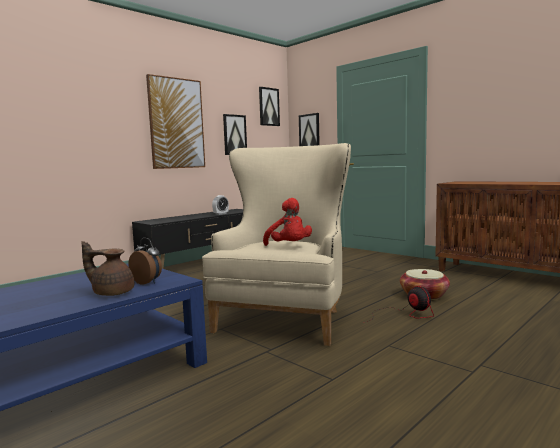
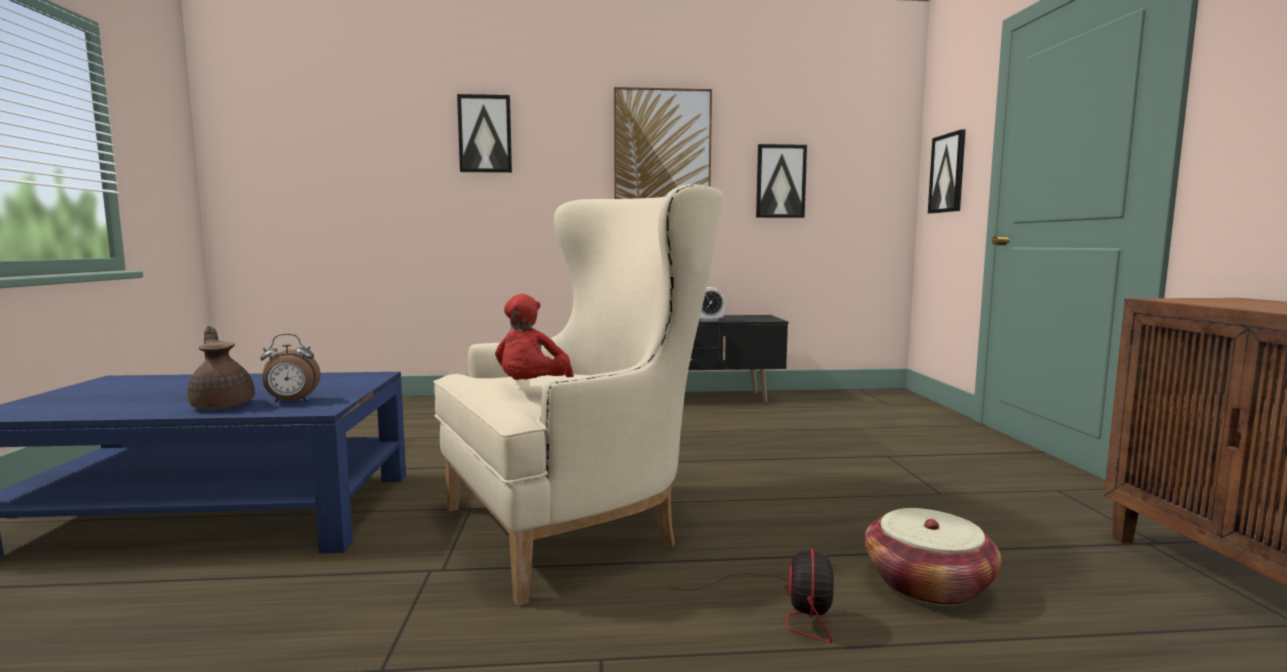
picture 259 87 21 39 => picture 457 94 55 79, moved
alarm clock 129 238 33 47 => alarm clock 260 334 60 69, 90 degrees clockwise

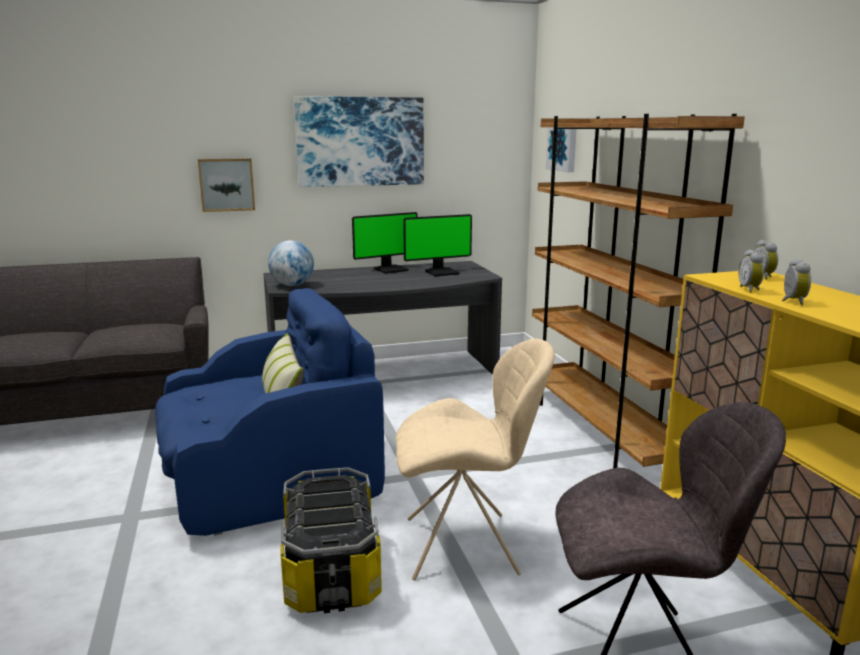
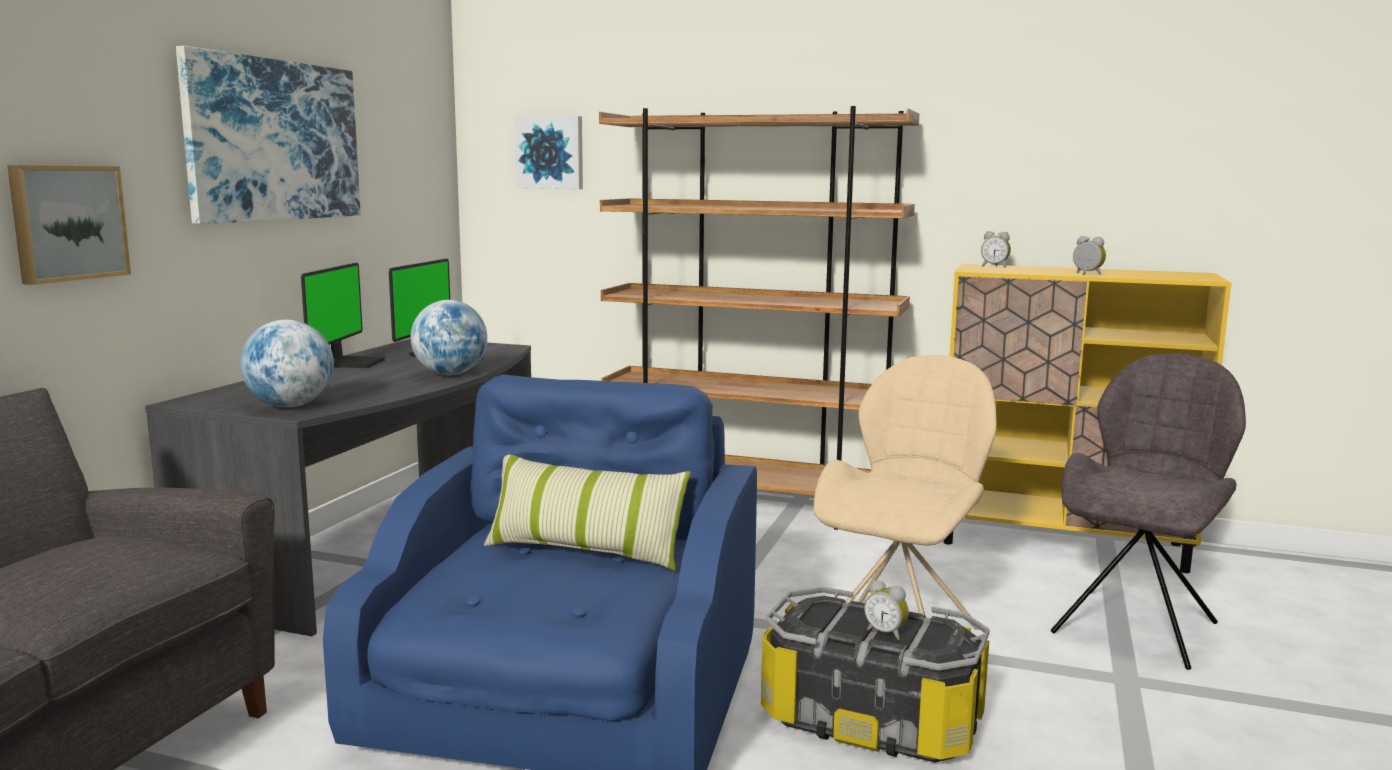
alarm clock 739 250 25 43 => alarm clock 864 580 45 60, moved
nothing => globe 411 300 76 75

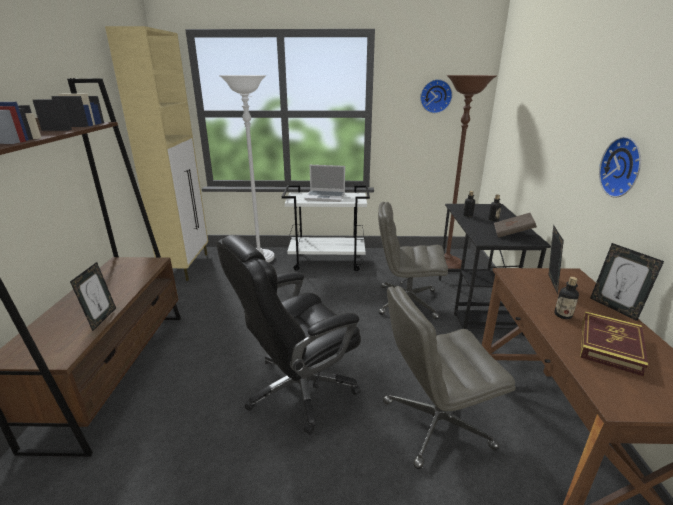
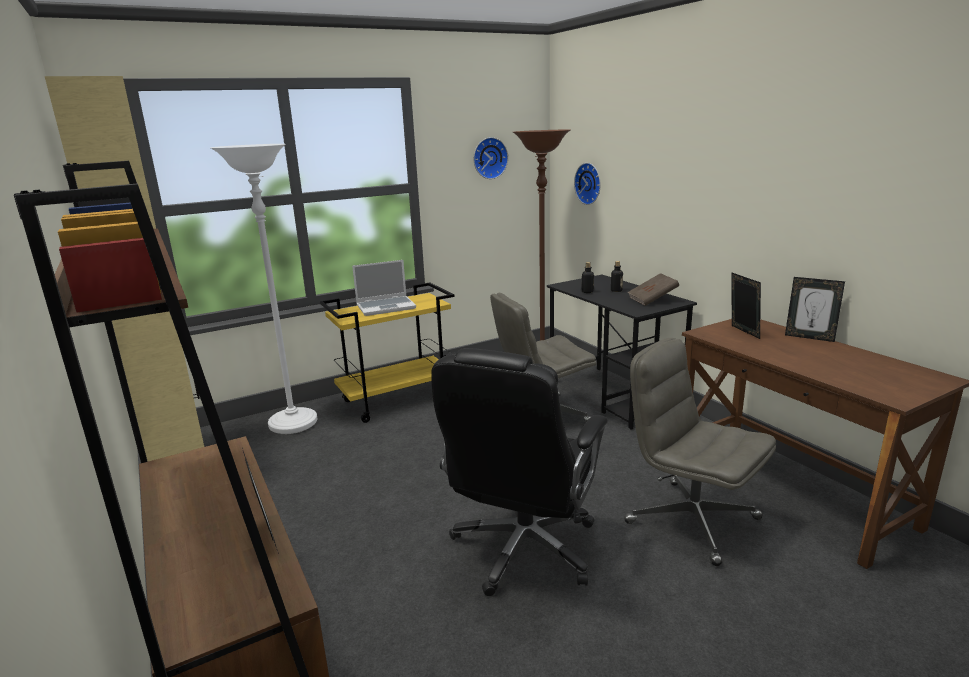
wall clock 599 137 42 61 => wall clock 574 163 27 42, moved
white cart 282 185 88 86 => yellow cart 320 282 135 141
bottle 554 277 25 42 => nothing
grey office chair 383 286 132 183 => grey office chair 624 338 152 228, 90 degrees clockwise
book 580 312 68 64 => nothing

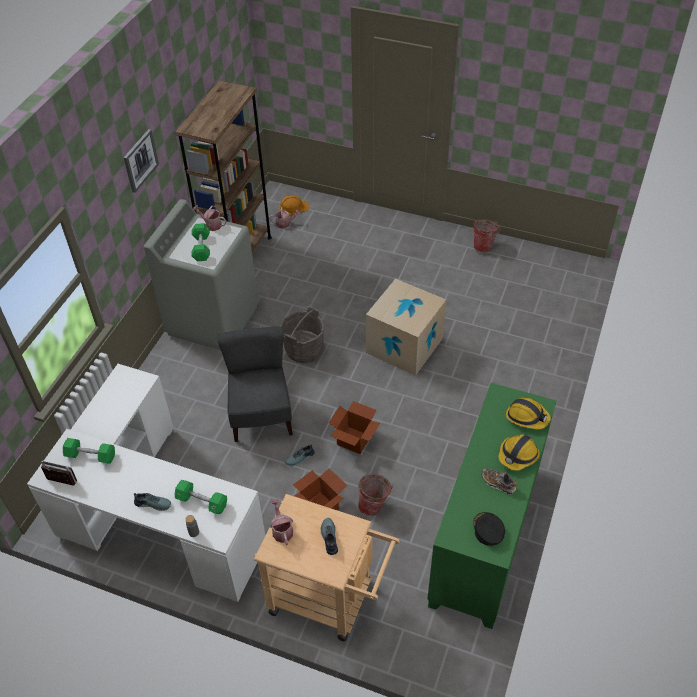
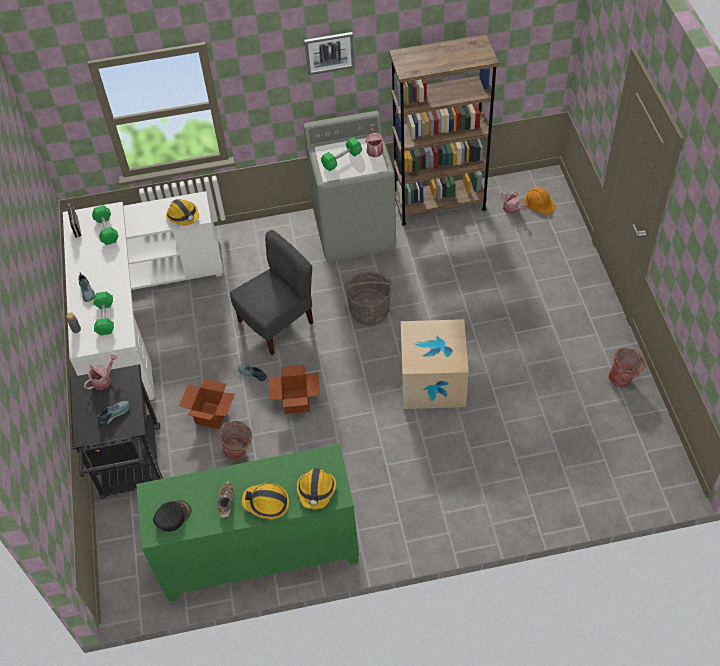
beige cart 254 494 146 147 => black cart 70 364 93 135
nothing => hard hat 166 199 33 27

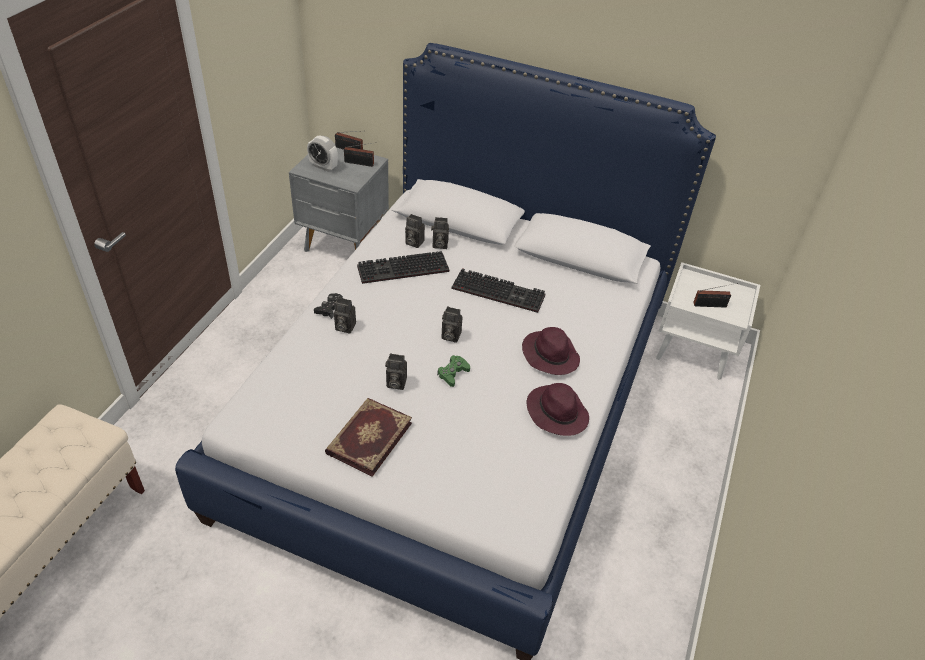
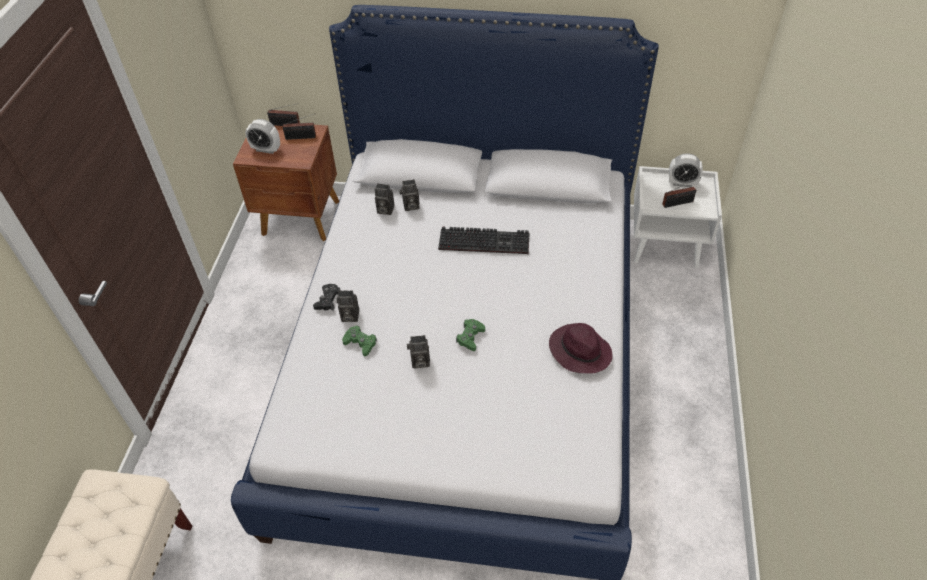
grey nightstand 289 148 100 104 => brown nightstand 233 125 106 116
keyboard 357 251 92 33 => nothing
photo camera 441 306 22 37 => nothing
purple hat 522 327 58 48 => nothing
book 325 398 87 79 => nothing
nothing => alarm clock 669 153 34 34
nothing => green game controller 342 326 35 31

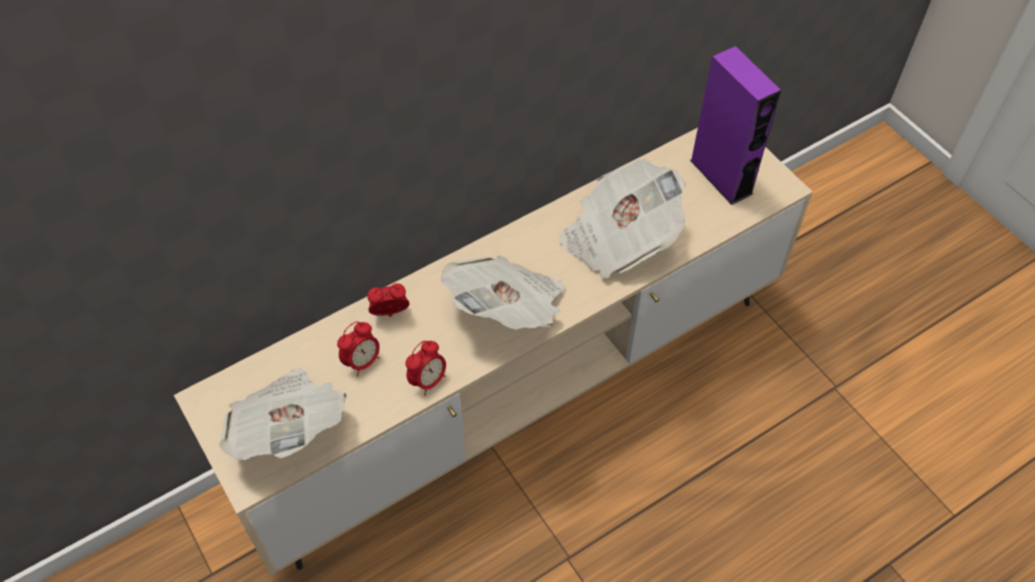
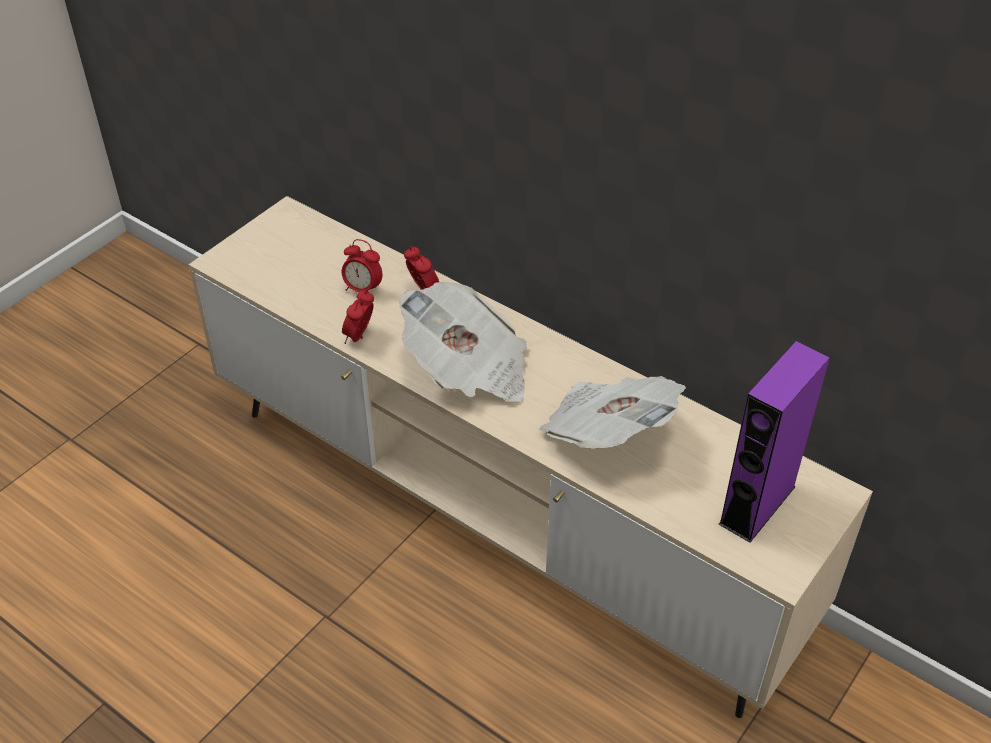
alarm clock 405 341 41 55 => alarm clock 342 290 32 54, 90 degrees clockwise
newspaper 219 368 128 92 => nothing

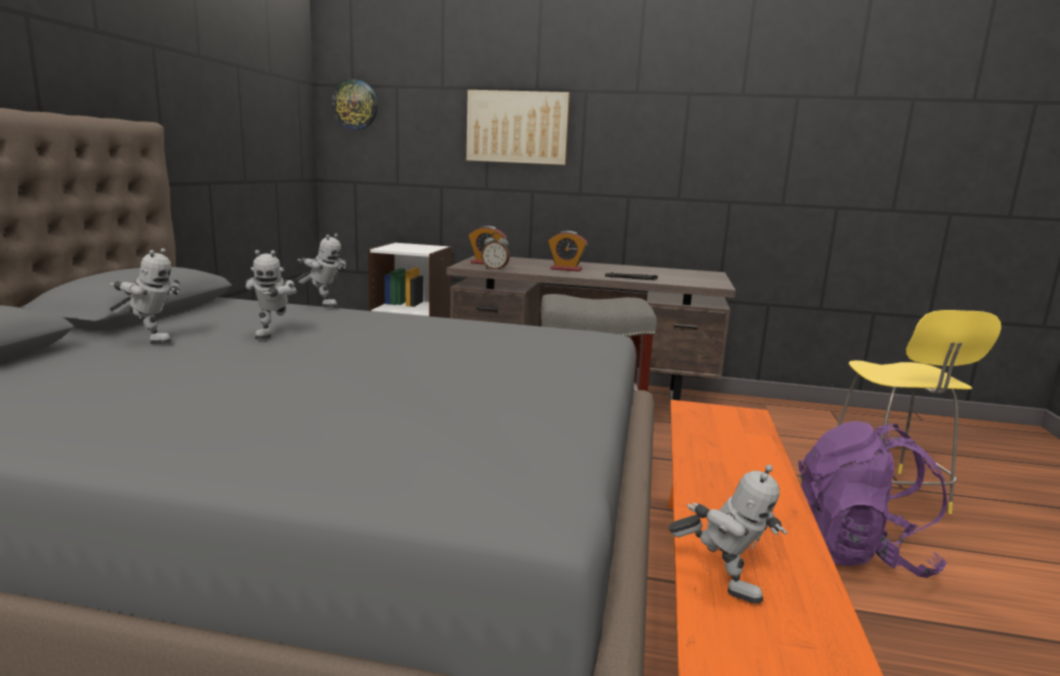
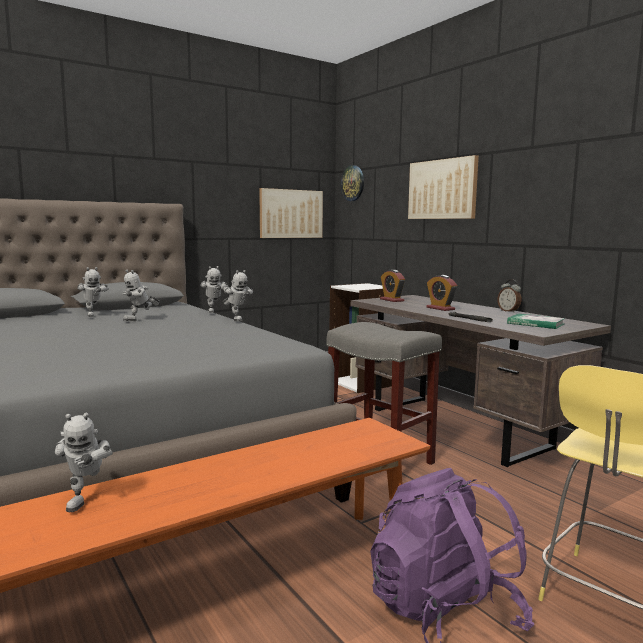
alarm clock 481 233 29 37 => alarm clock 498 279 23 34, moved
nothing => picture 259 188 64 50
nothing => toy robot 222 270 31 51
nothing => book 507 314 58 15

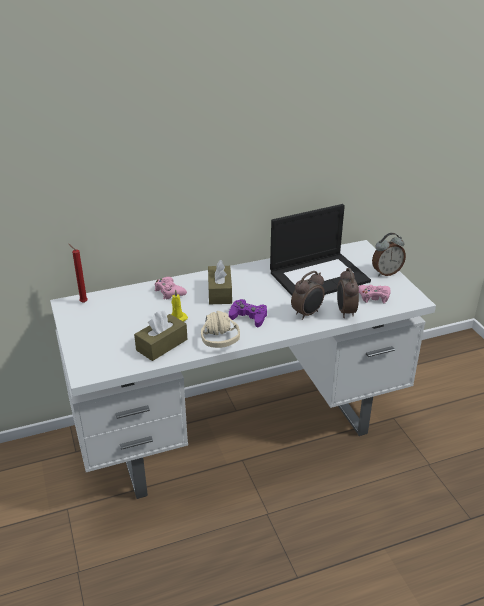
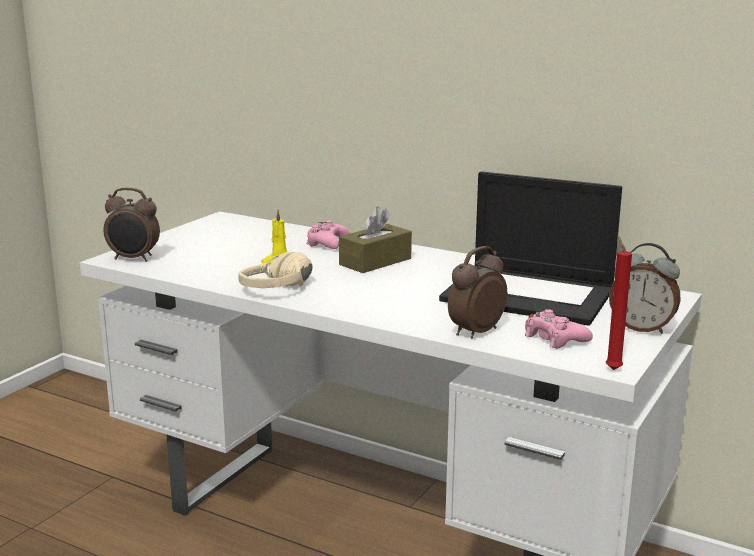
red candle 69 244 19 59 => red candle 606 235 26 135, moved
alarm clock 291 271 34 49 => alarm clock 103 188 57 74, moved
purple game controller 229 299 38 28 => nothing
brown tissue box 134 311 53 50 => nothing

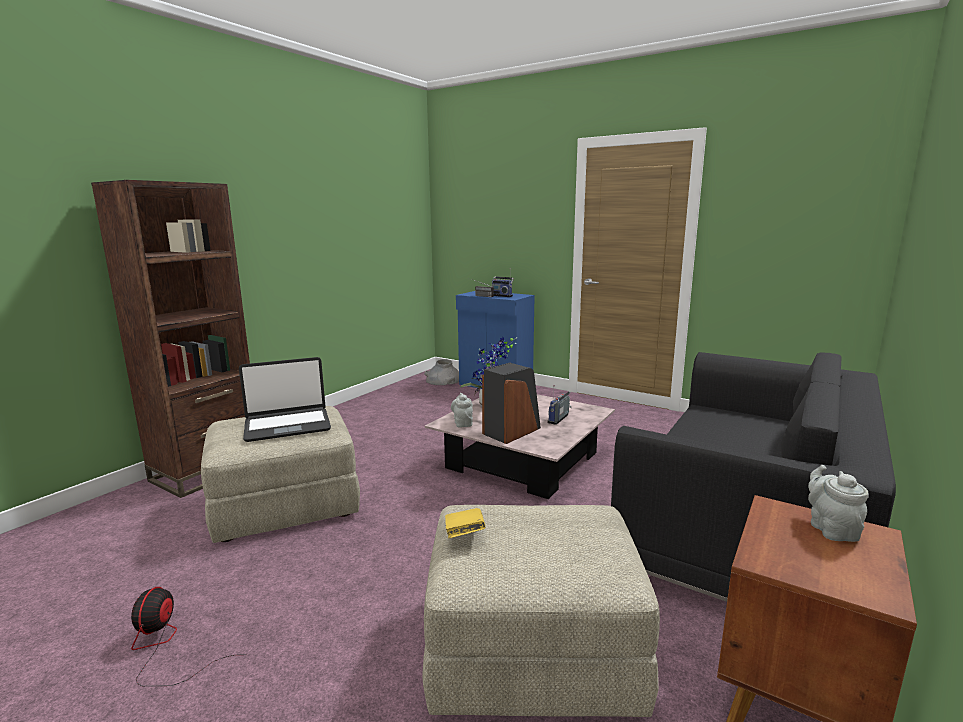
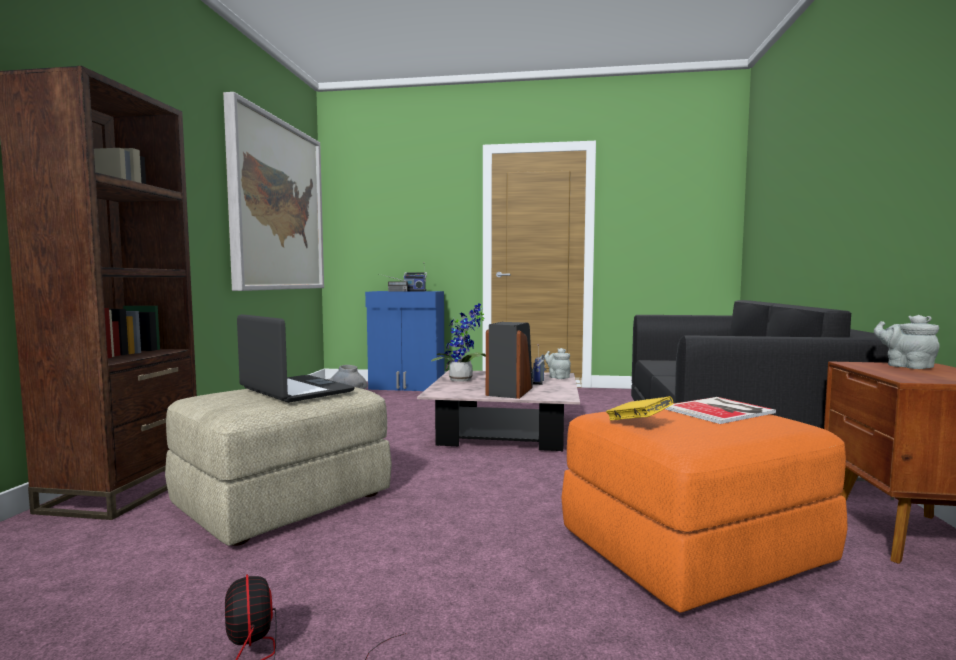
laptop 239 357 92 85 => laptop 237 314 118 89, 90 degrees counterclockwise
grey teapot 451 393 22 34 => grey teapot 545 348 26 31, moved
beige ottoman 422 505 238 212 => orange ottoman 561 402 287 211
nothing => picture 223 92 101 199
nothing => book 666 397 110 27

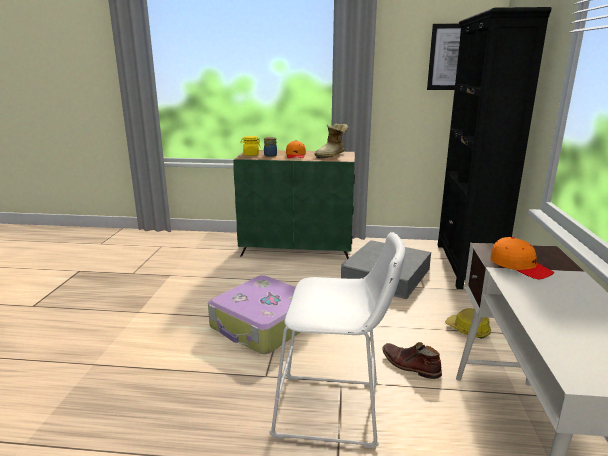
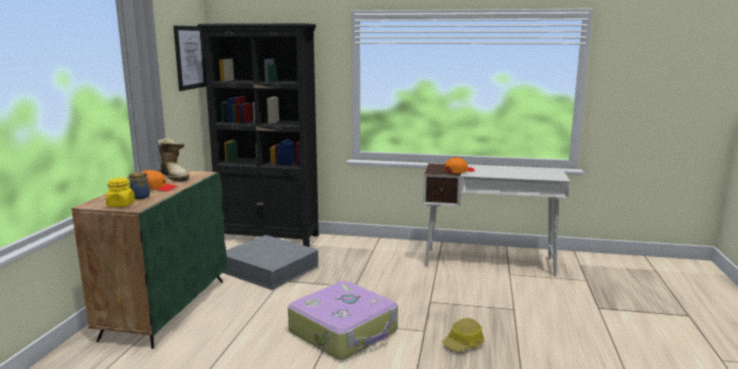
white stool 270 232 136 217 => nothing
hard hat 445 308 46 31 => hard hat 443 318 41 33, moved
brown boot 382 342 60 37 => nothing

